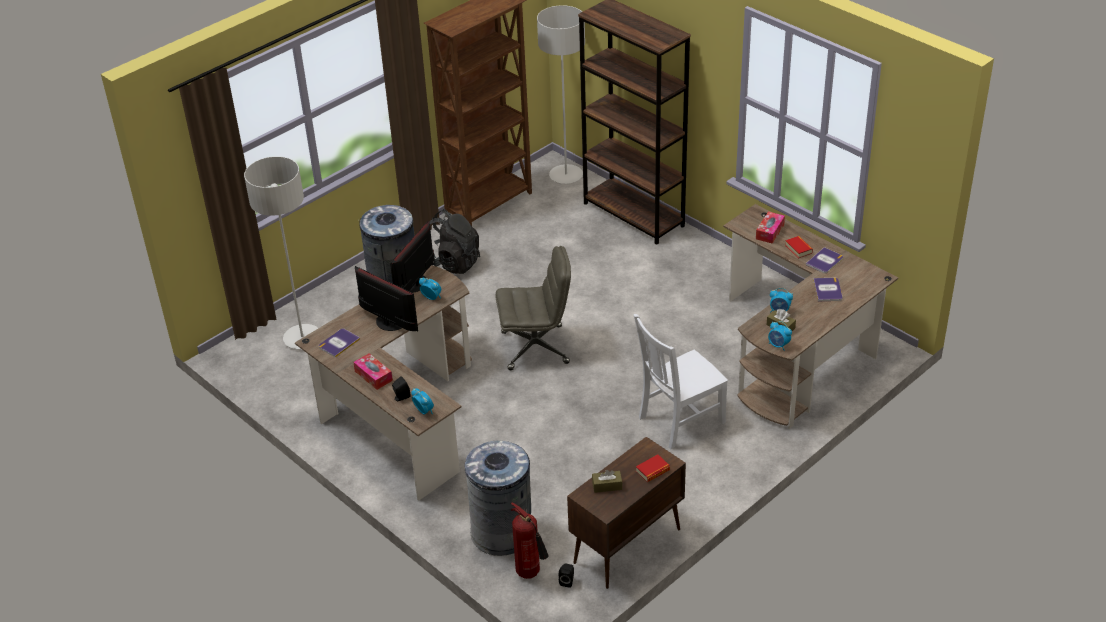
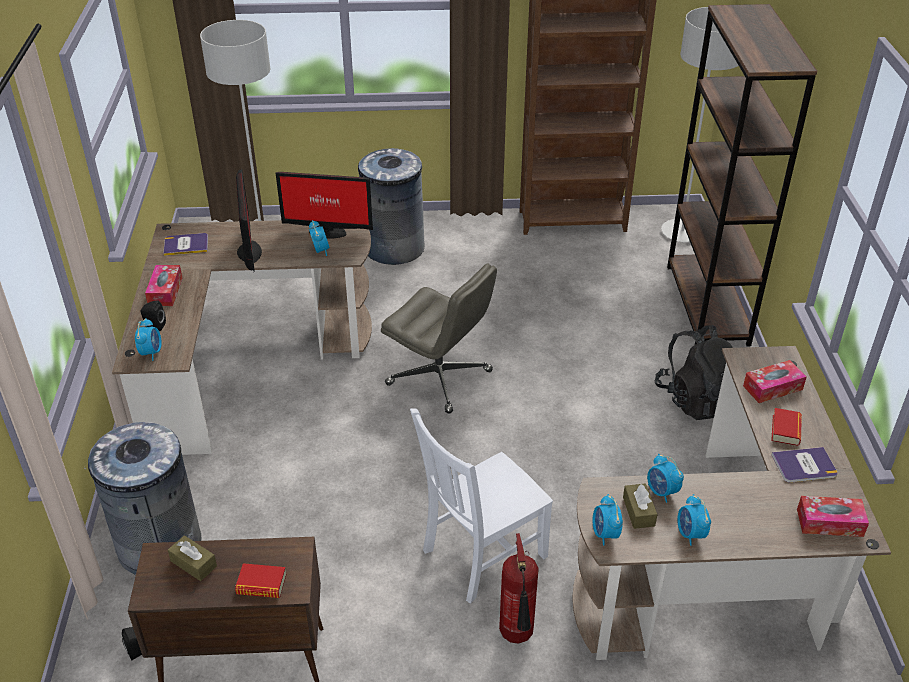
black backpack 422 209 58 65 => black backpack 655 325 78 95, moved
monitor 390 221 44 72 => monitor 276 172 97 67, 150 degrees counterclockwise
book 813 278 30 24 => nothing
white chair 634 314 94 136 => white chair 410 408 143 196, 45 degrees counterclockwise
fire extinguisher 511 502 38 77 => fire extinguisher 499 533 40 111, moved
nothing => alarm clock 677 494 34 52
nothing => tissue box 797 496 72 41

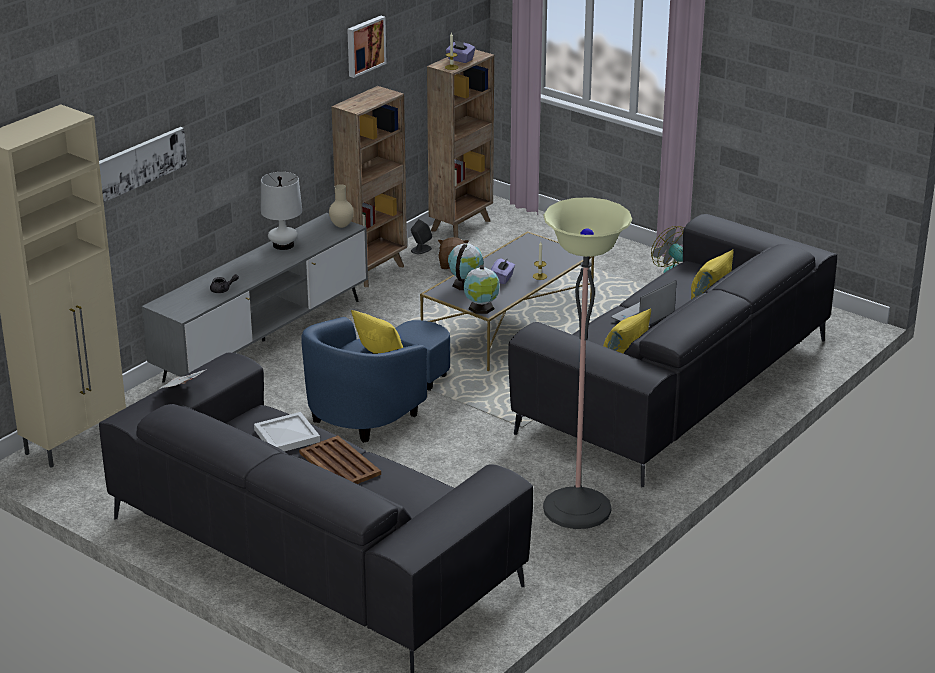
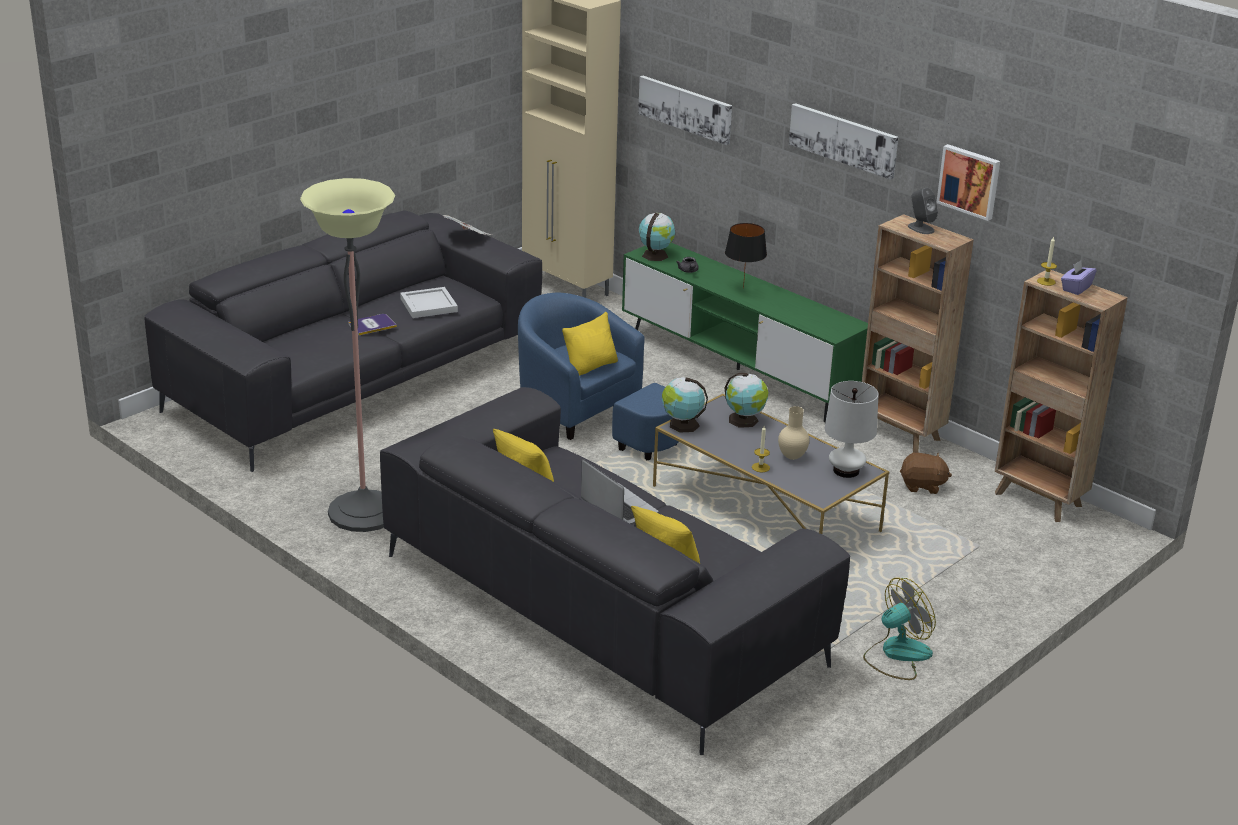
white table lamp 261 172 41 78 => white table lamp 825 381 54 97, moved
beige vase 329 184 25 44 => beige vase 778 406 31 54, moved
grey tv stand 142 213 226 169 => green tv stand 622 243 246 179
grey speaker 411 219 21 35 => grey speaker 908 188 30 46, moved
purple tissue box 491 258 24 26 => nothing
brown tray 299 435 82 49 => book 349 314 48 21
nothing => picture 789 103 109 77
nothing => globe 639 213 37 48
nothing => black table lamp 725 223 42 65

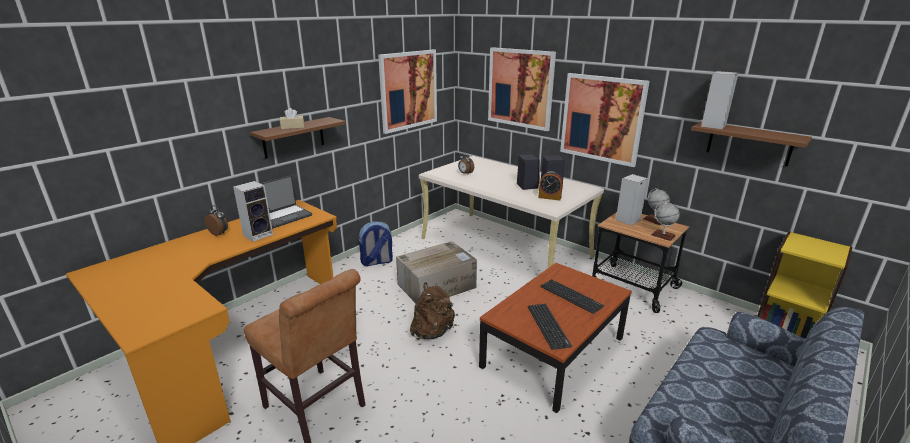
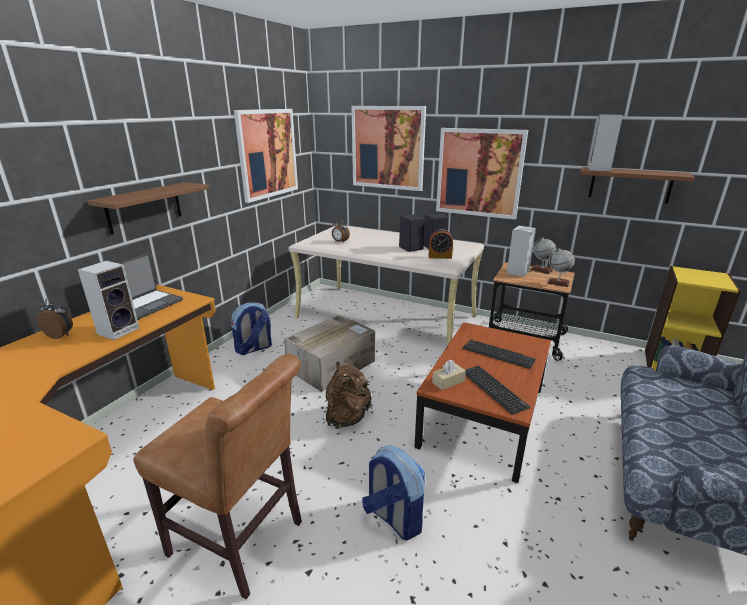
beige tissue box 280 108 24 21 => beige tissue box 432 360 34 30, moved
nothing => backpack 362 445 63 96

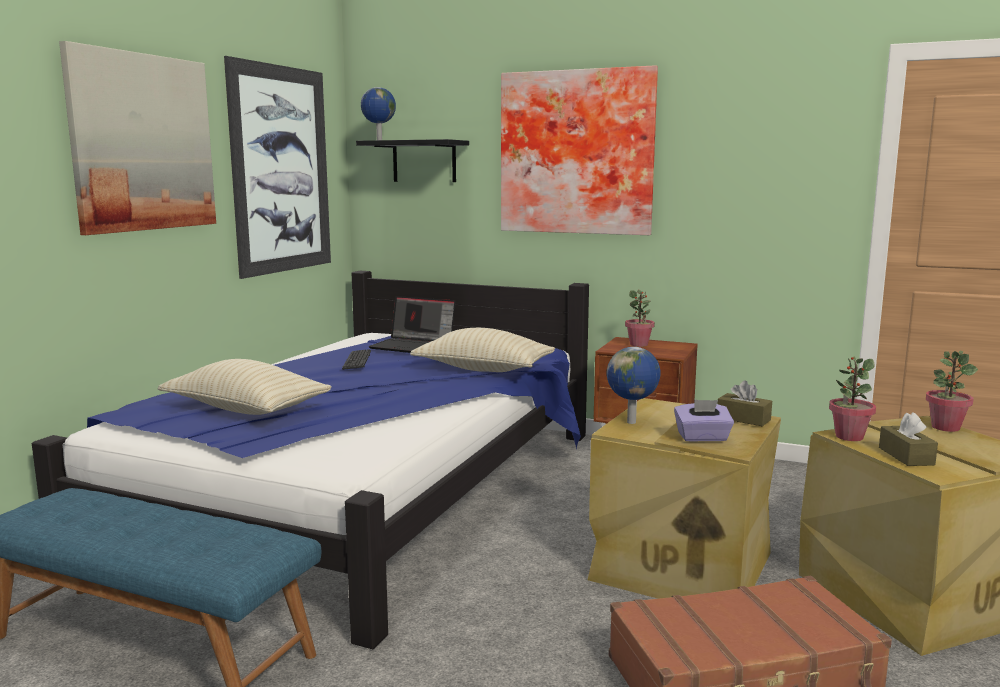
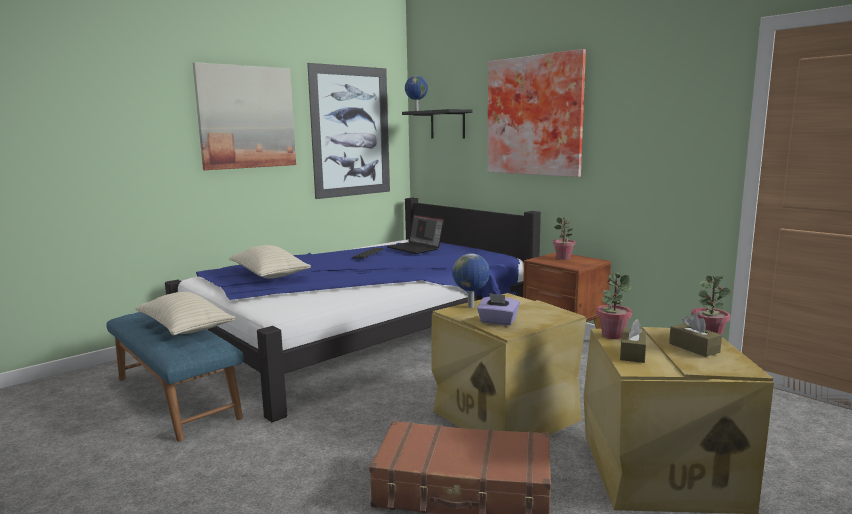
beige pillow 410 328 145 44 => beige pillow 135 292 100 44, moved
brown tissue box 718 380 54 46 => brown tissue box 669 314 53 43, moved

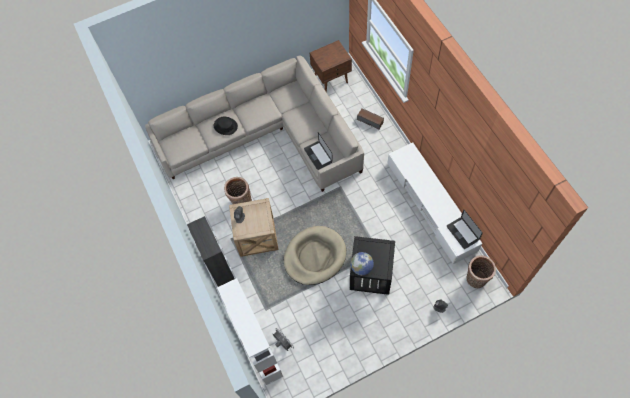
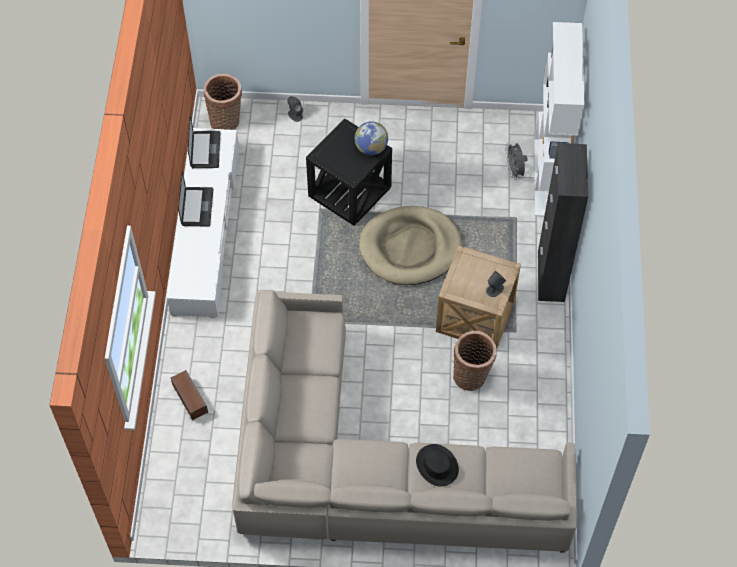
brown nightstand 310 40 42 52 => nothing
laptop 304 132 29 38 => laptop 178 171 35 56, moved

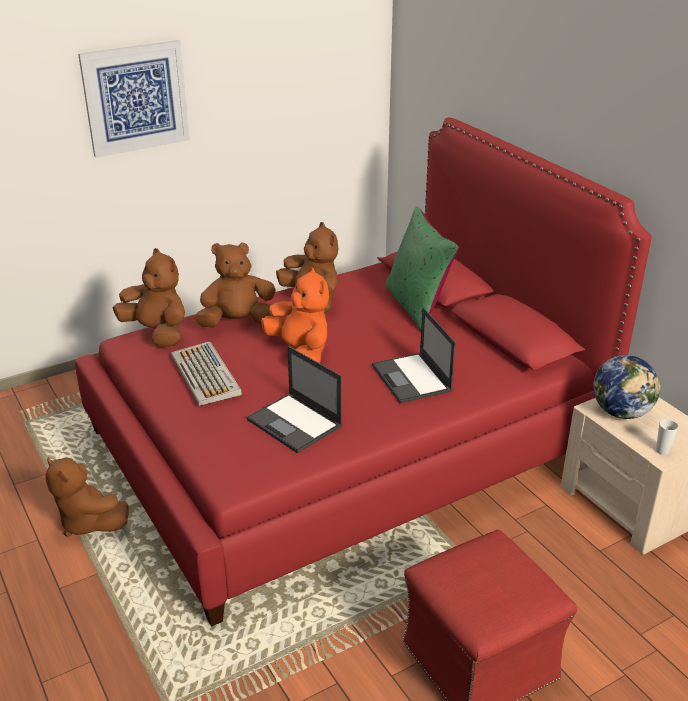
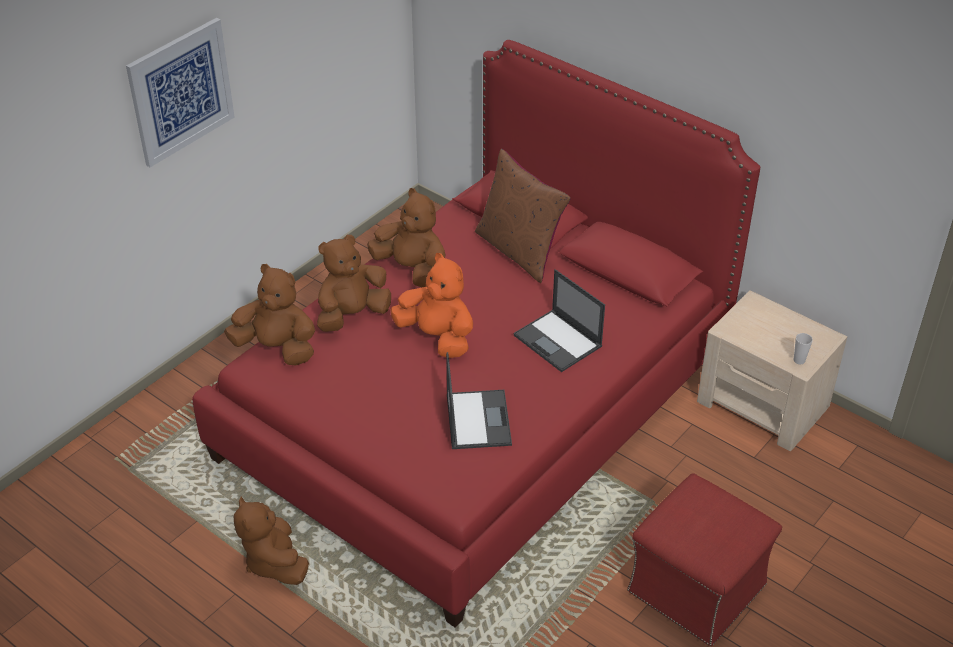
green pillow 385 207 74 124 => brown pillow 475 149 96 134
keyboard 171 341 71 65 => nothing
laptop 247 346 95 107 => laptop 446 352 66 97, 120 degrees counterclockwise
globe 593 355 68 64 => nothing
brown plush toy 45 457 84 80 => brown plush toy 234 497 75 88, 45 degrees clockwise

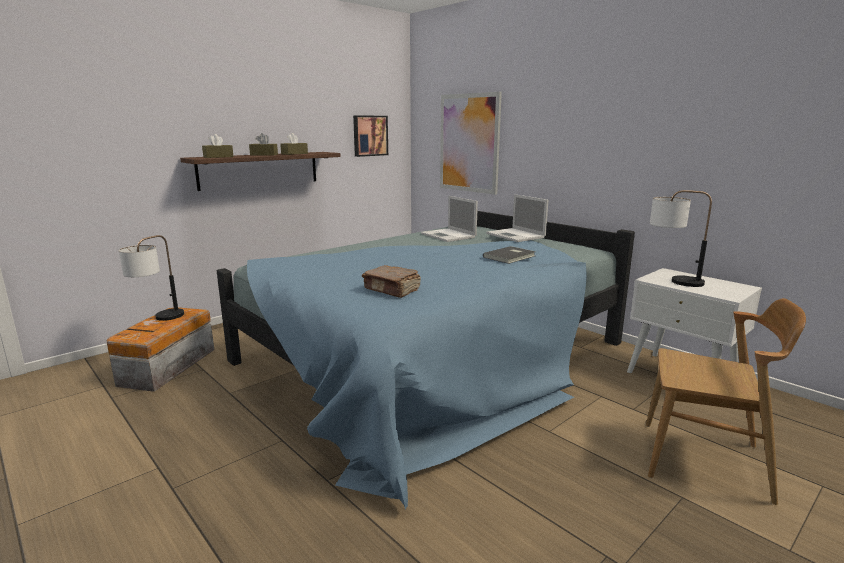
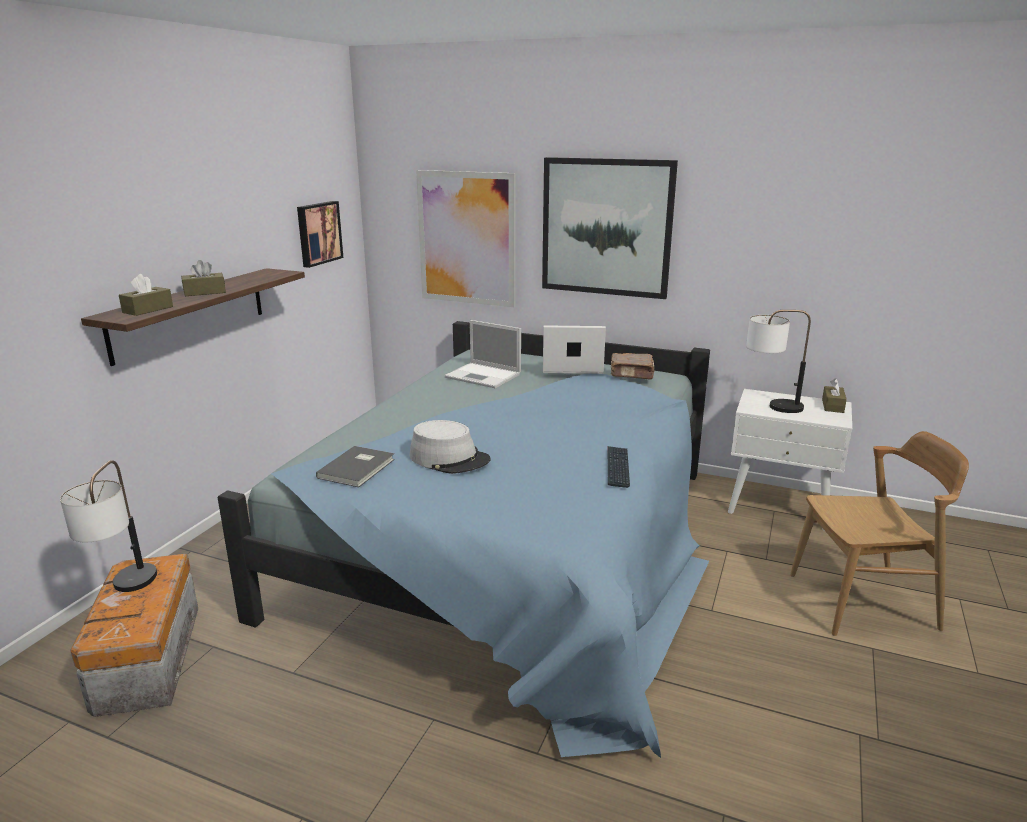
brown tissue box 280 133 28 22 => brown tissue box 822 378 25 35, moved
laptop 486 194 62 48 => laptop 543 325 63 49, 150 degrees clockwise
grey book 483 246 53 18 => grey book 316 446 79 41, moved
brown book 362 265 59 33 => brown book 611 353 43 27, moved
nothing => picture 542 157 136 142
nothing => grey hat 409 420 81 54
nothing => keyboard 607 446 23 42

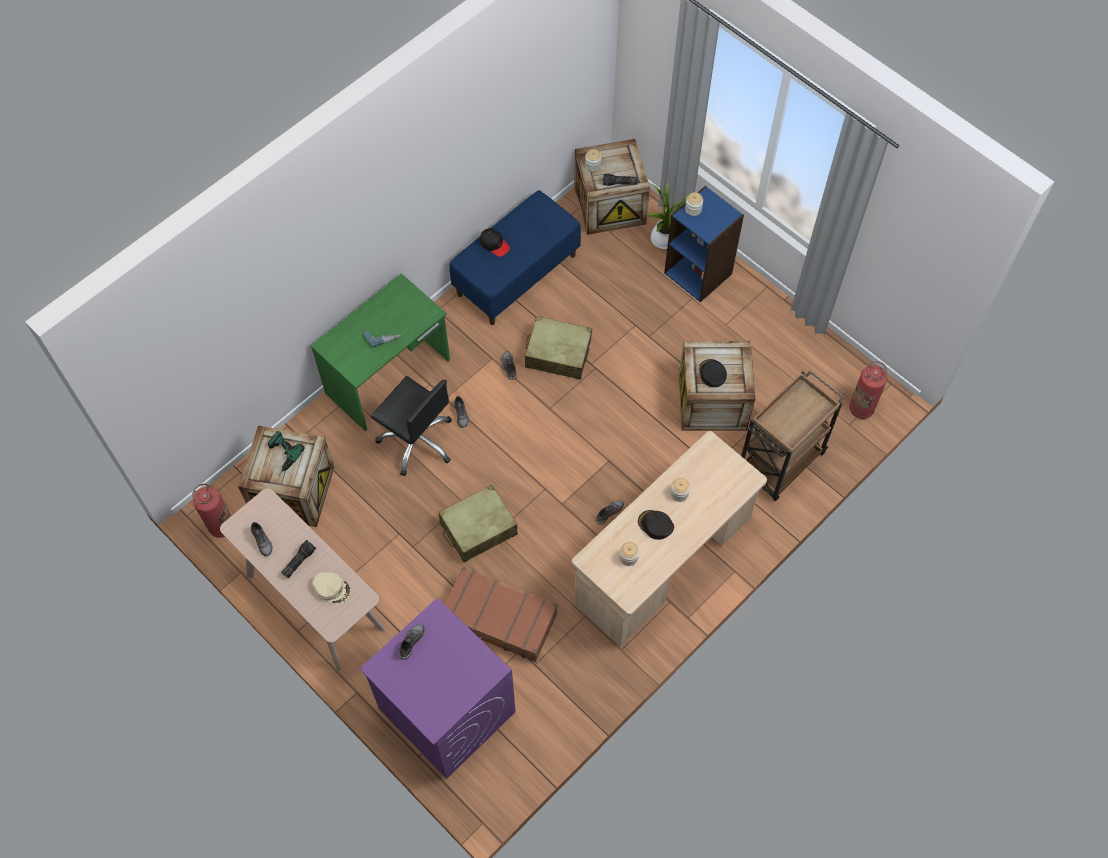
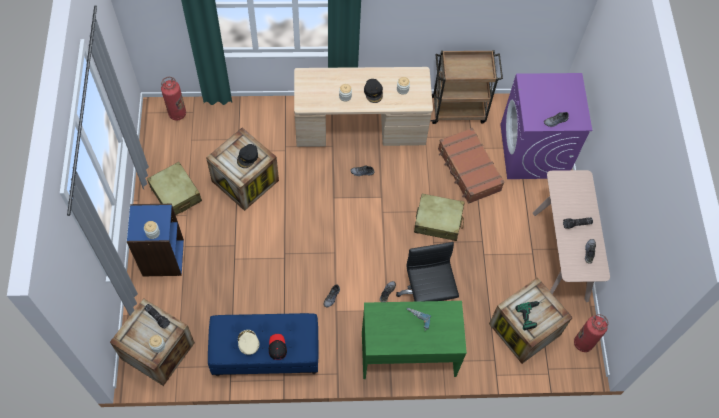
potted plant 647 182 40 67 => nothing
beige suitcase 525 316 67 64 => beige suitcase 147 162 55 53, moved
brown cart 741 370 103 131 => brown cart 431 50 72 74, moved
beige cap 312 572 39 32 => beige cap 238 330 21 25, moved

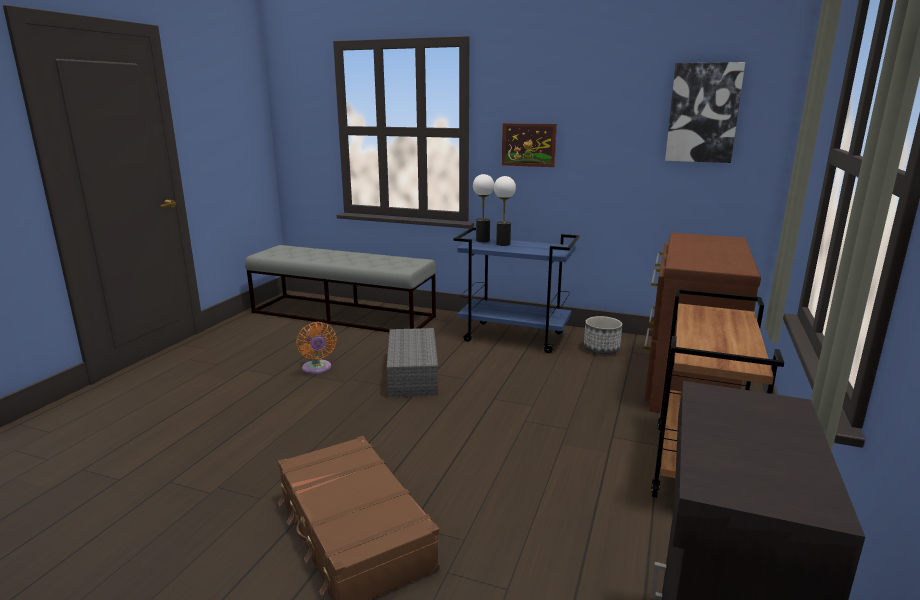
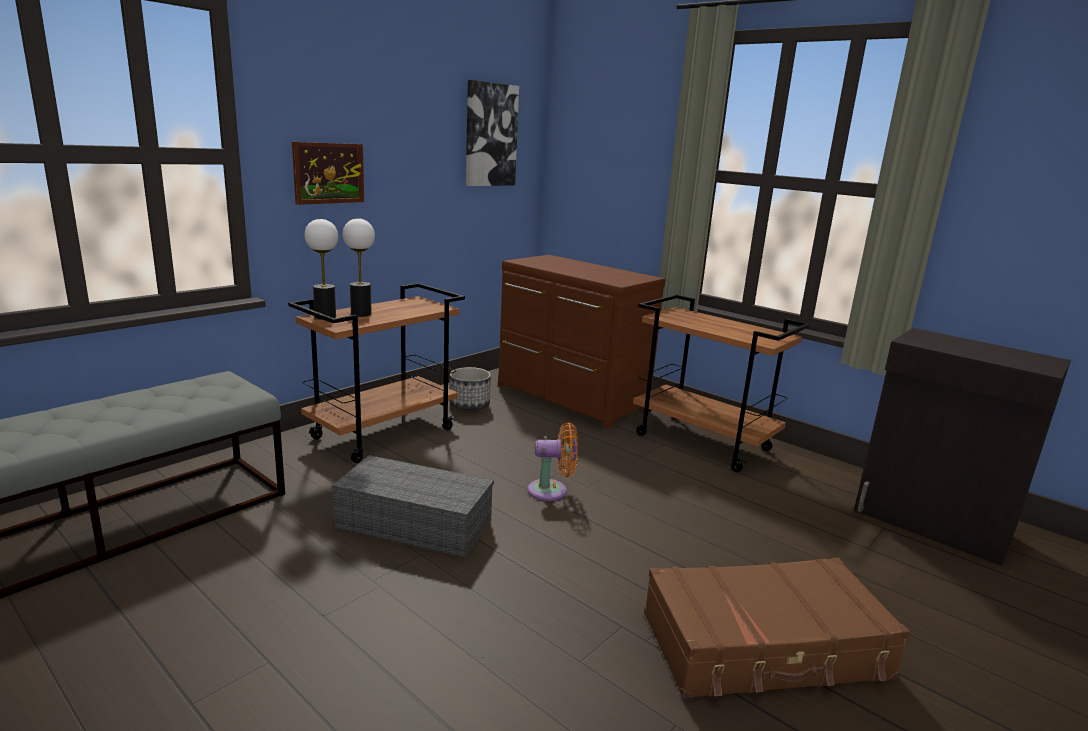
blue cart 454 227 126 126 => brown cart 288 283 177 180
orange fan 296 322 41 52 => orange fan 528 423 50 78, moved

